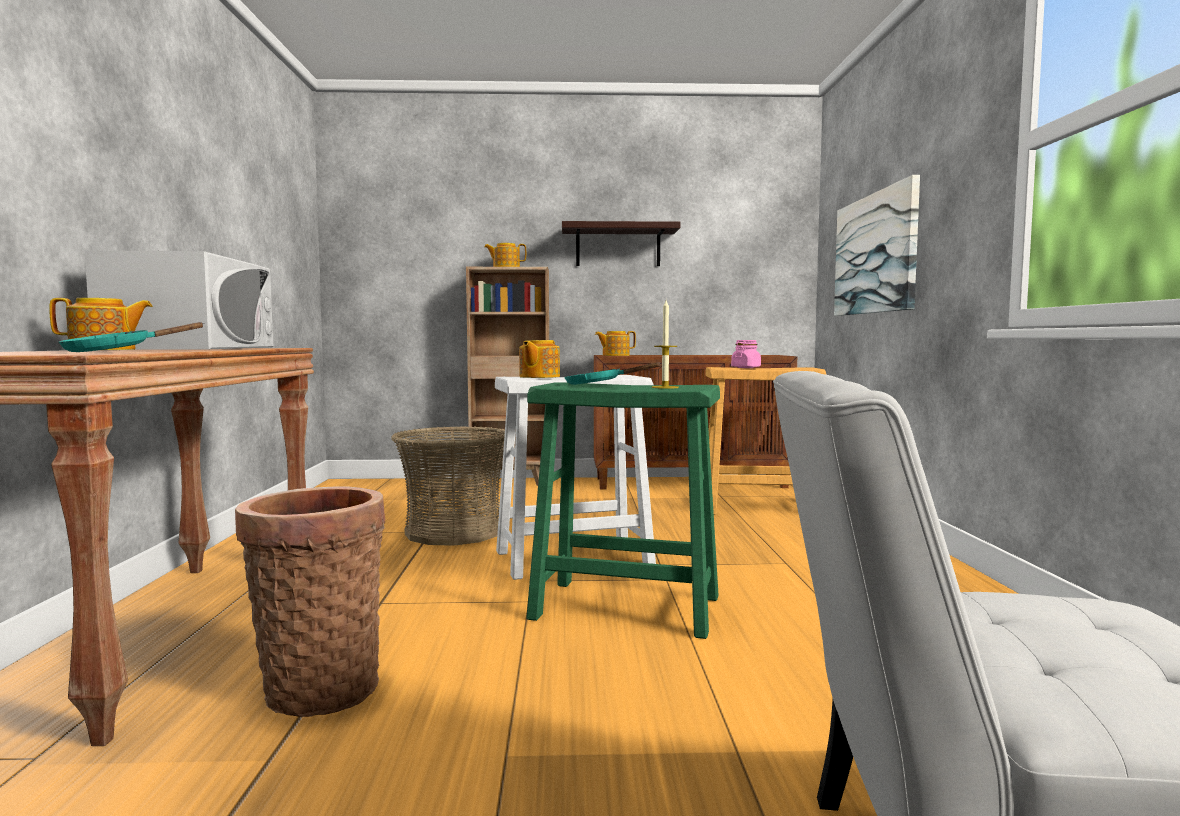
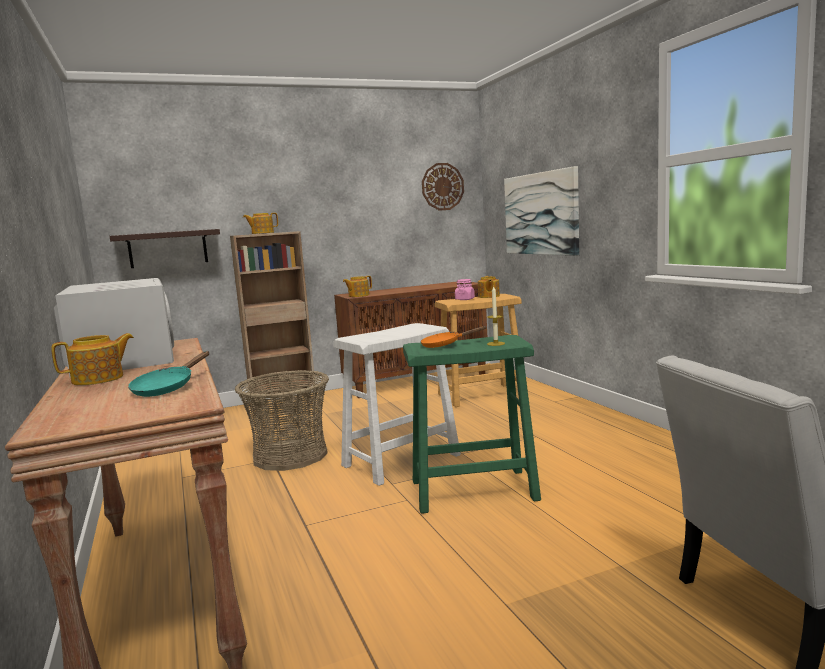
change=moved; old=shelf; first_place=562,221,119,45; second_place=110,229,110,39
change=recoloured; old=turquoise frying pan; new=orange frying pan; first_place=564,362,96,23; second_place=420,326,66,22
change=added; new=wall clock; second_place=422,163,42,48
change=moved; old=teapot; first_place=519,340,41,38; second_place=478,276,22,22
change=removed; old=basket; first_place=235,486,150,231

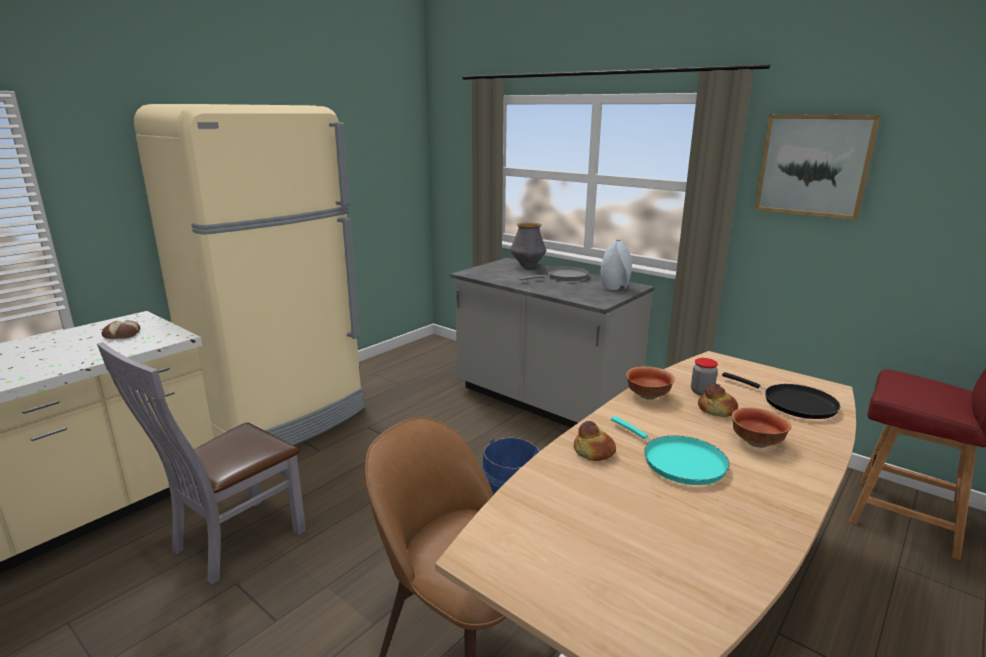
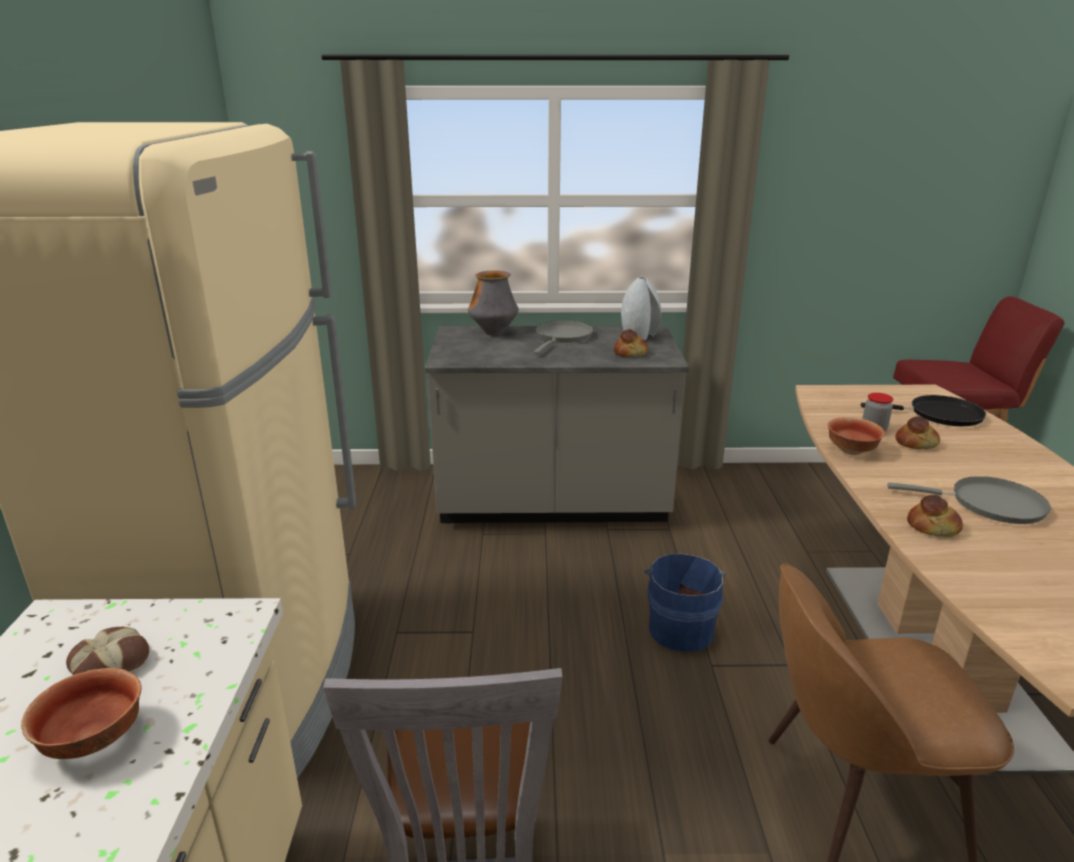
change=moved; old=bowl; first_place=732,407,59,41; second_place=21,668,121,91
change=added; new=bread; second_place=614,329,34,28
change=recoloured; old=turquoise frying pan; new=grey frying pan; first_place=611,416,118,69; second_place=887,476,164,48
change=removed; old=picture; first_place=755,114,126,106

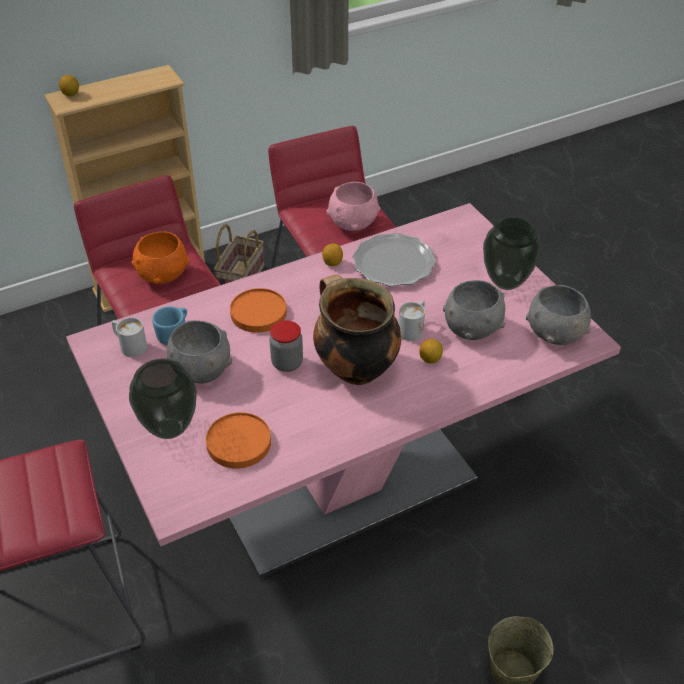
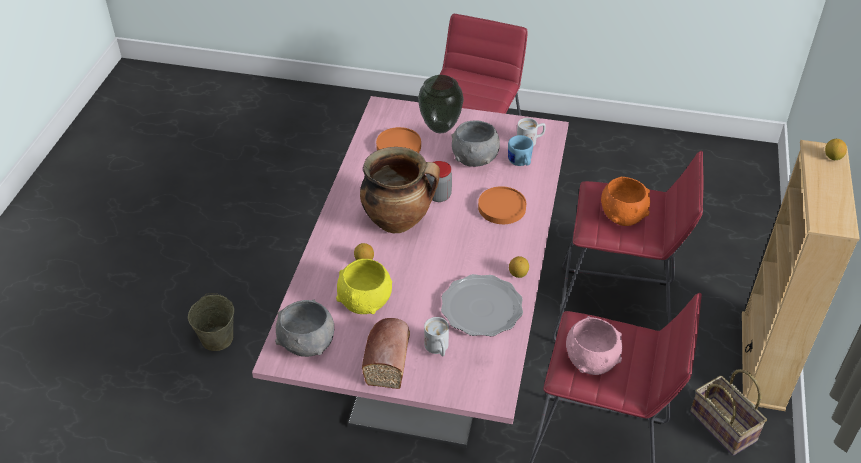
change=recoloured; old=grey bowl; new=yellow bowl; first_place=443,280,62,60; second_place=336,259,56,55
change=replaced; old=vase; new=bread; first_place=483,218,58,72; second_place=362,318,48,71
change=moved; old=white mug; first_place=398,300,27,41; second_place=424,317,25,39

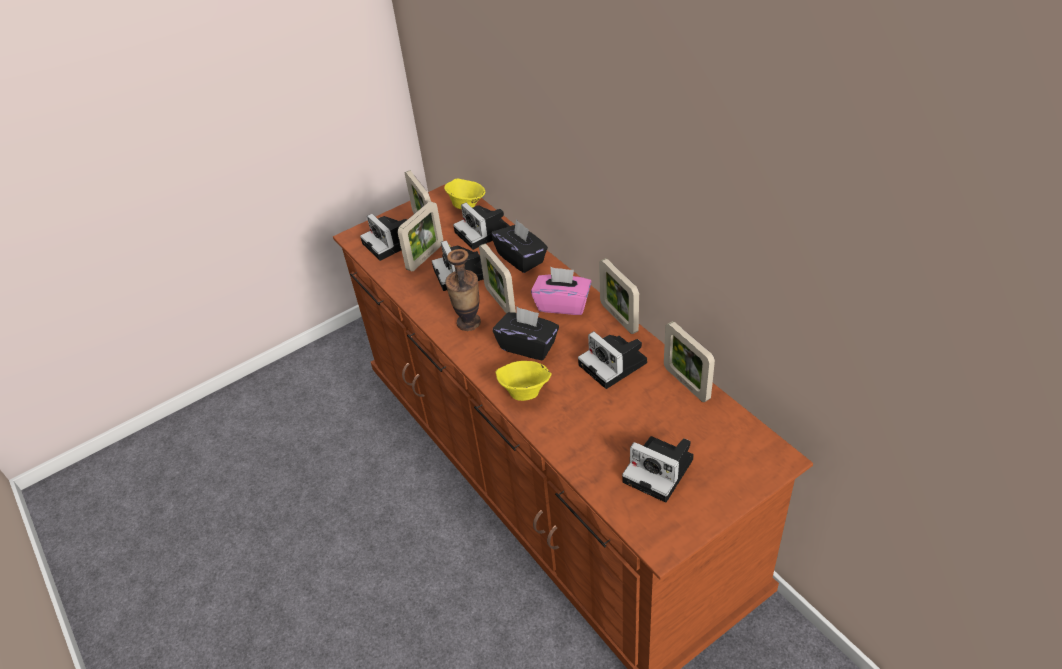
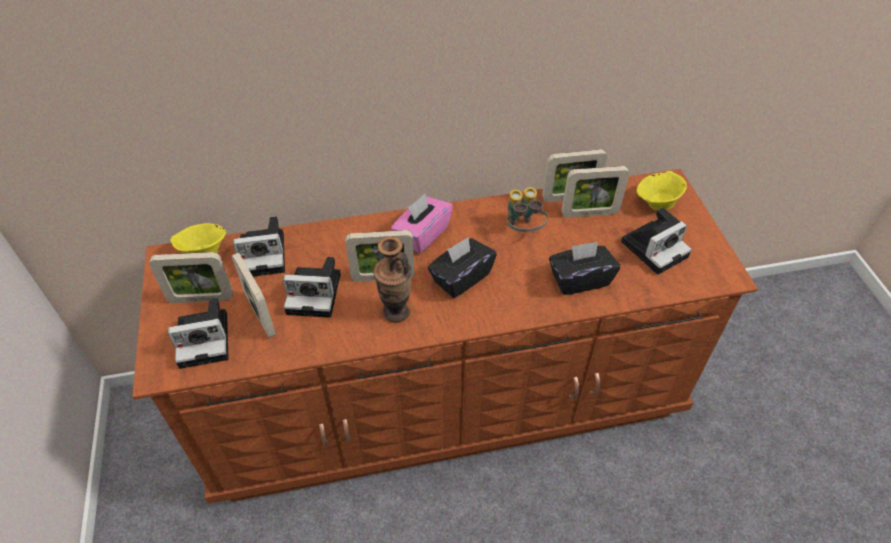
change=replaced; old=photo camera; new=binoculars; first_place=578,331,69,58; second_place=507,187,41,45
change=moved; old=black tissue box; first_place=491,219,57,54; second_place=549,242,71,53
change=moved; old=picture frame; first_place=599,258,40,76; second_place=561,166,68,52
change=moved; old=yellow bowl; first_place=496,361,56,40; second_place=637,171,50,39

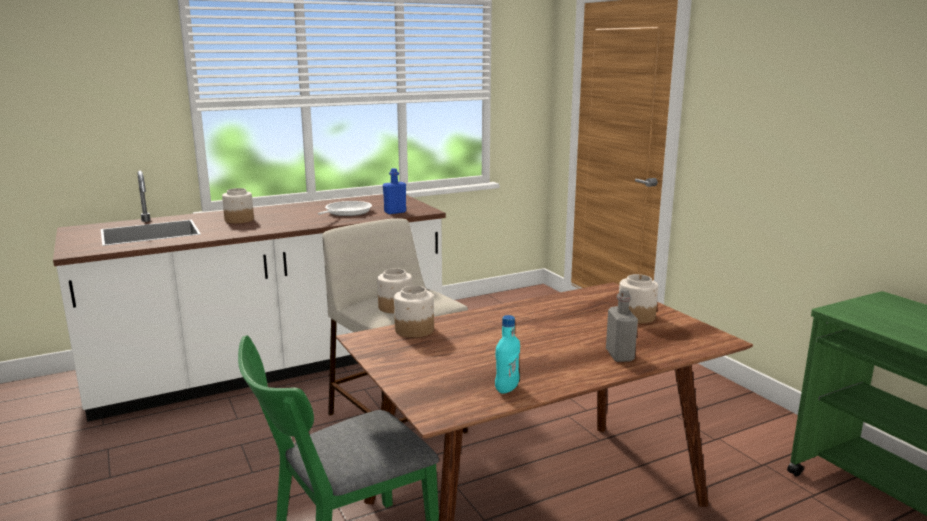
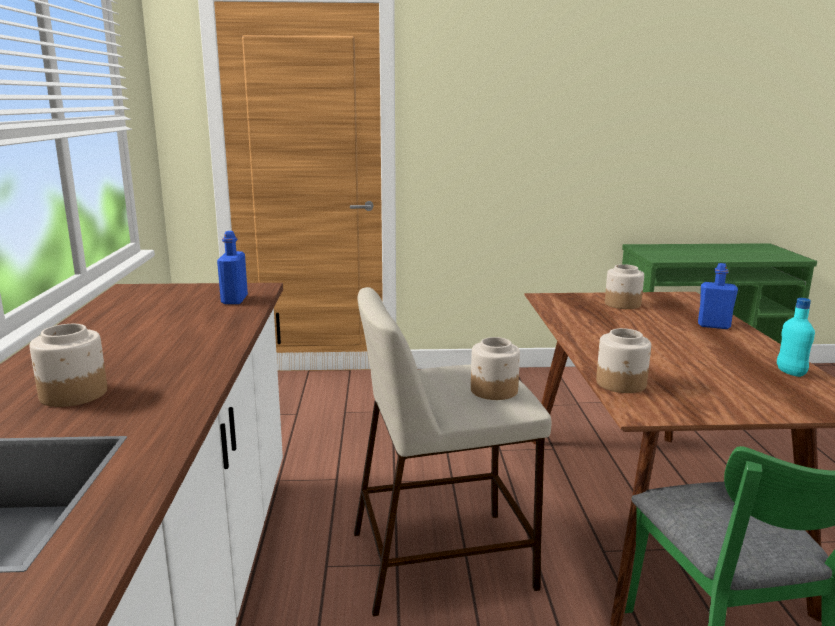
change=recoloured; old=grey bottle; new=blue bottle; first_place=606,289,32,73; second_place=698,263,40,66
change=removed; old=frying pan; first_place=318,201,54,15

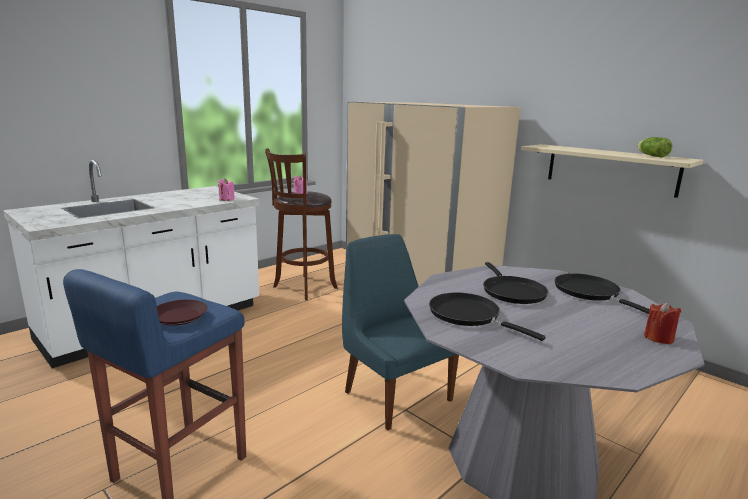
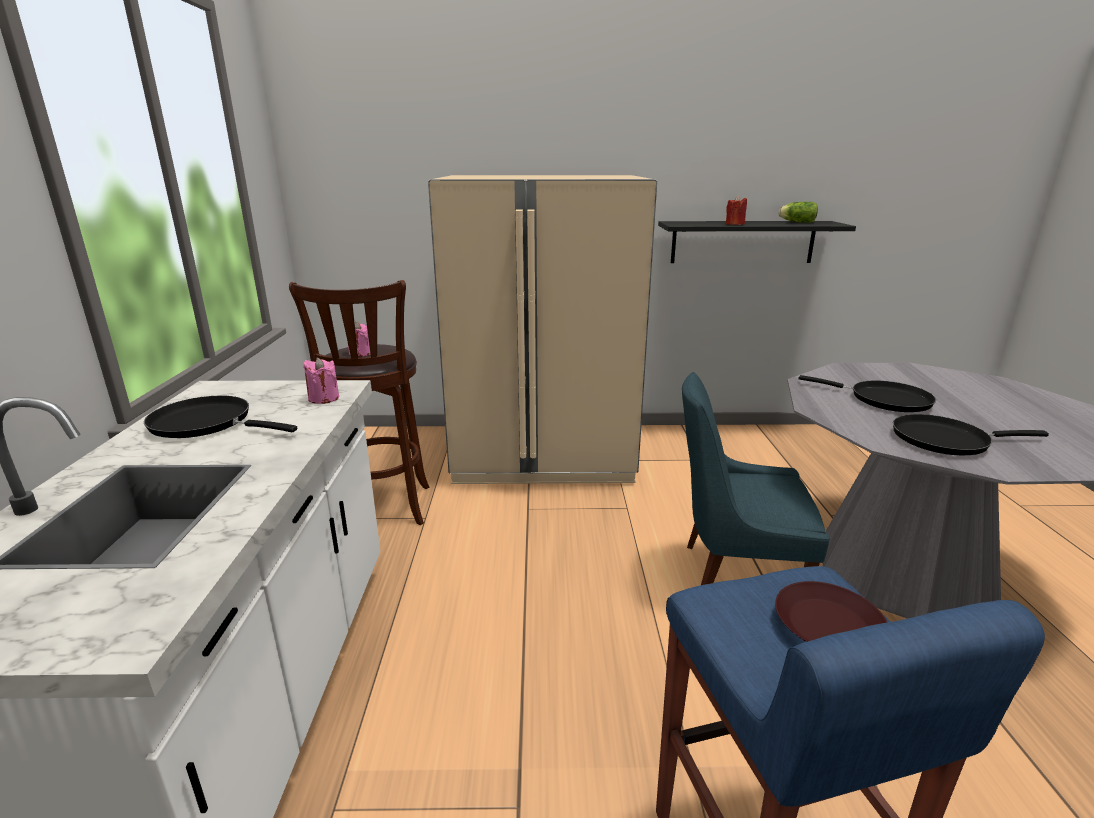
change=moved; old=black frying pan; first_place=555,273,95,41; second_place=144,396,153,42
change=recoloured; old=beige shelf; new=black shelf; first_place=521,144,183,54; second_place=658,221,198,42
change=moved; old=red candle; first_place=644,302,37,42; second_place=726,195,21,30

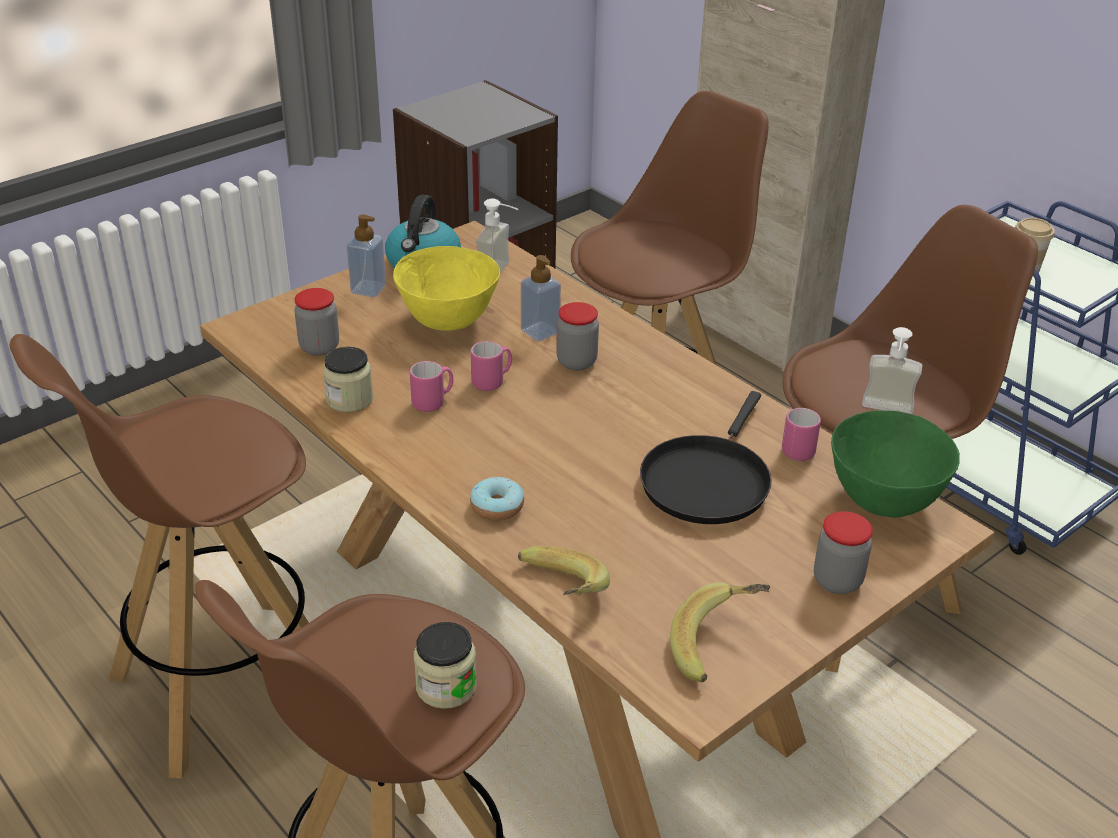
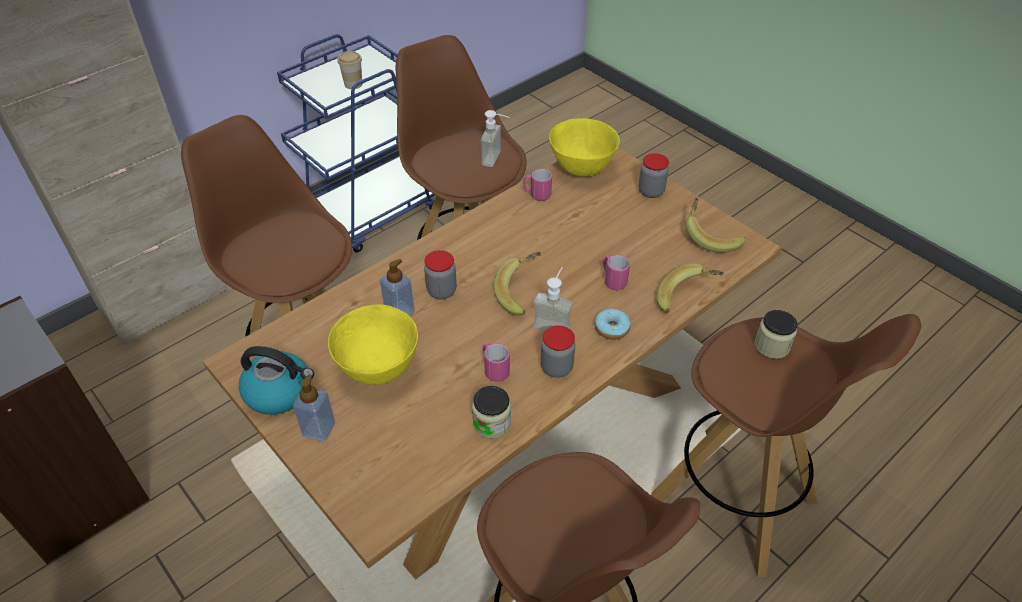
change=added; new=banana; second_place=494,252,47,63
change=moved; old=soap dispenser; first_place=476,198,42,75; second_place=533,267,40,64
change=moved; old=jar; first_place=294,288,45,68; second_place=541,325,34,53
change=recoloured; old=green bowl; new=yellow bowl; first_place=831,410,129,107; second_place=549,118,71,59
change=moved; old=pink mug; first_place=470,341,42,50; second_place=603,255,27,35
change=removed; old=black frying pan; first_place=640,391,132,133

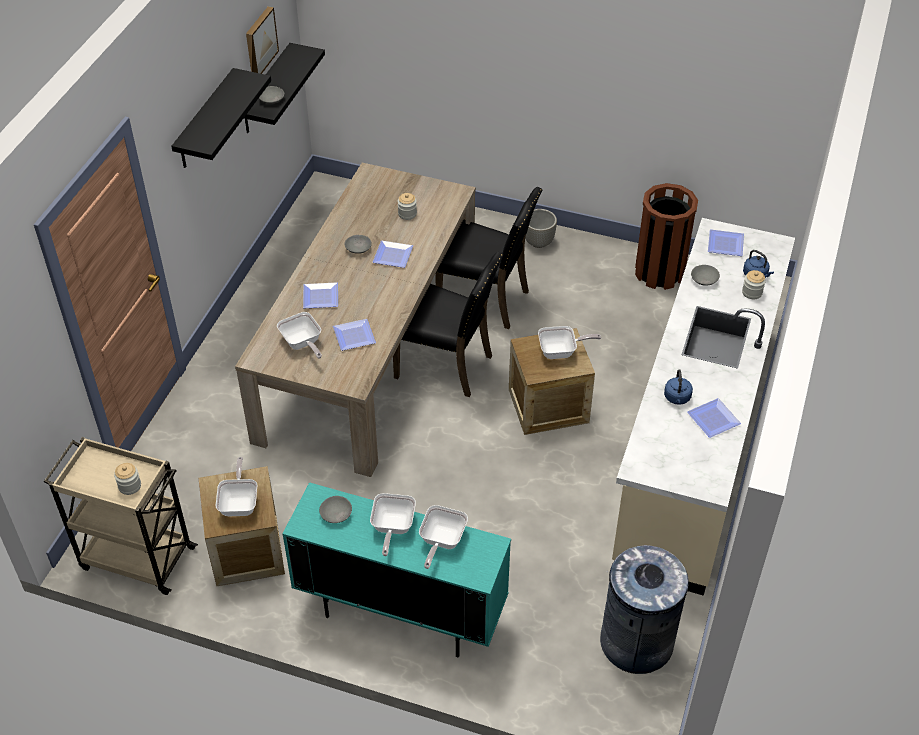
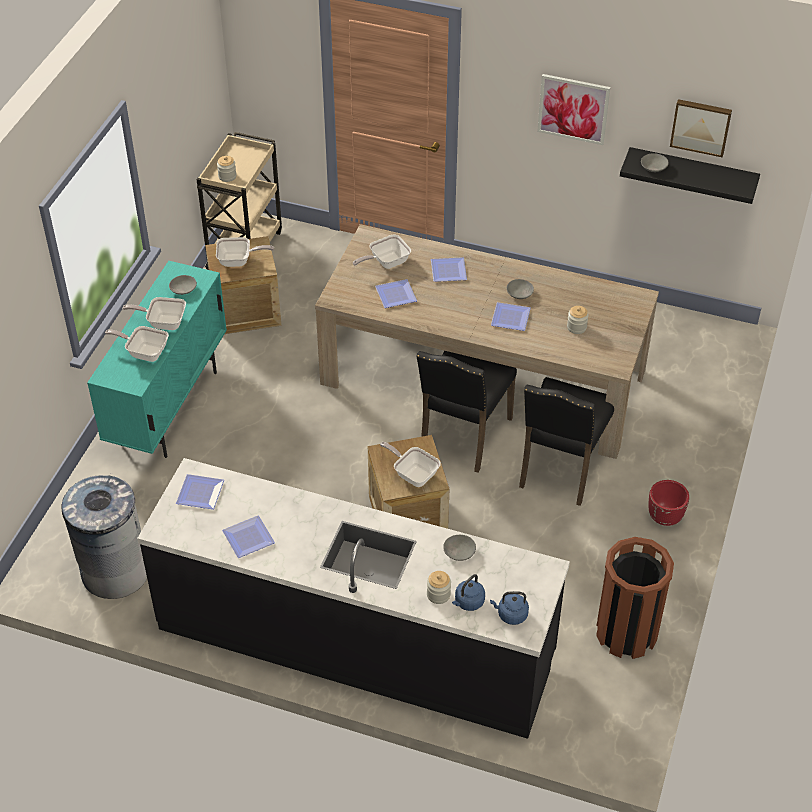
change=recoloured; old=beige counter; new=black counter; first_place=612,218,183,378; second_place=137,458,433,281
change=moved; old=plate; first_place=708,229,36,27; second_place=176,474,48,36
change=turned; old=frying pan; first_place=538,326,63,33; second_place=380,442,61,45; degrees=135
change=moved; old=blue kettle; first_place=664,369,29,36; second_place=490,591,39,34
change=replaced; old=black shelf; new=picture; first_place=171,68,100,100; second_place=537,74,73,71
change=recoloured; old=grey planter; new=red planter; first_place=525,209,32,39; second_place=649,480,40,46

